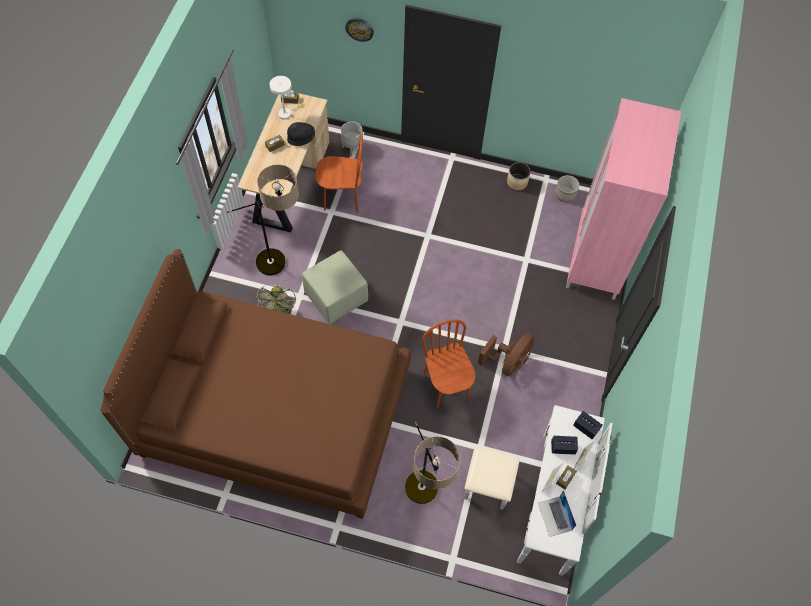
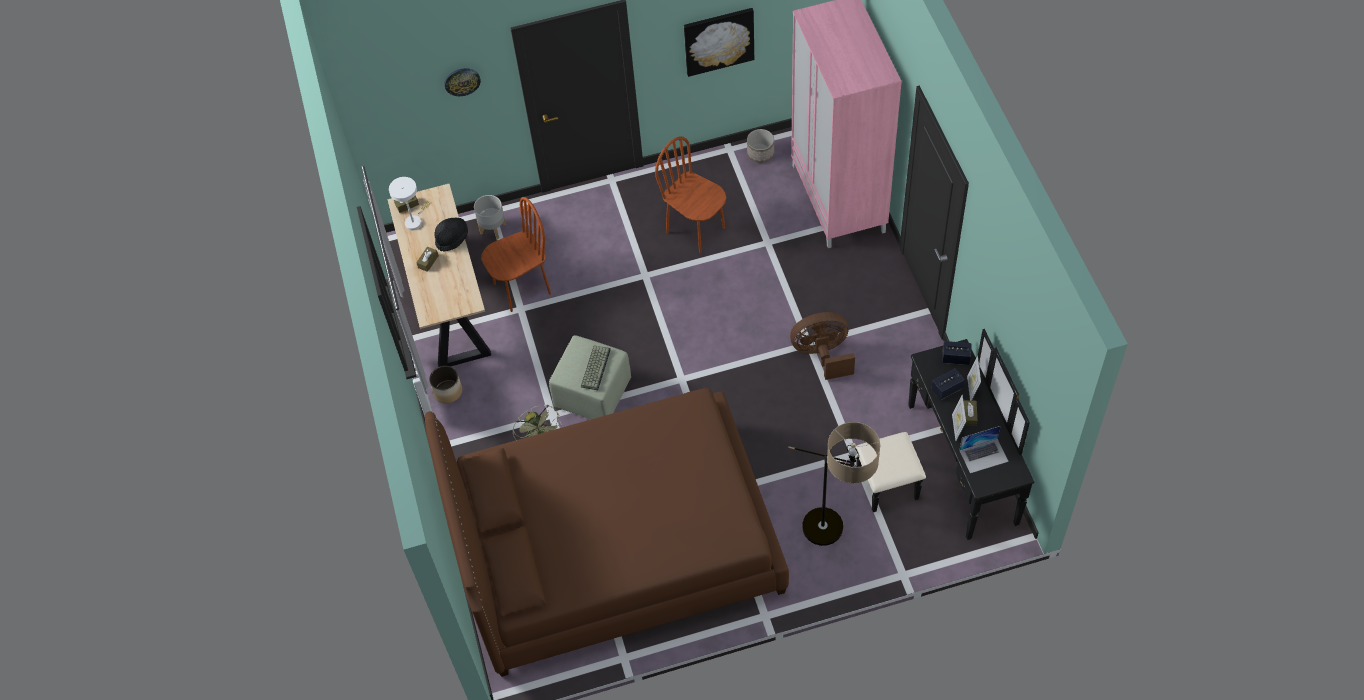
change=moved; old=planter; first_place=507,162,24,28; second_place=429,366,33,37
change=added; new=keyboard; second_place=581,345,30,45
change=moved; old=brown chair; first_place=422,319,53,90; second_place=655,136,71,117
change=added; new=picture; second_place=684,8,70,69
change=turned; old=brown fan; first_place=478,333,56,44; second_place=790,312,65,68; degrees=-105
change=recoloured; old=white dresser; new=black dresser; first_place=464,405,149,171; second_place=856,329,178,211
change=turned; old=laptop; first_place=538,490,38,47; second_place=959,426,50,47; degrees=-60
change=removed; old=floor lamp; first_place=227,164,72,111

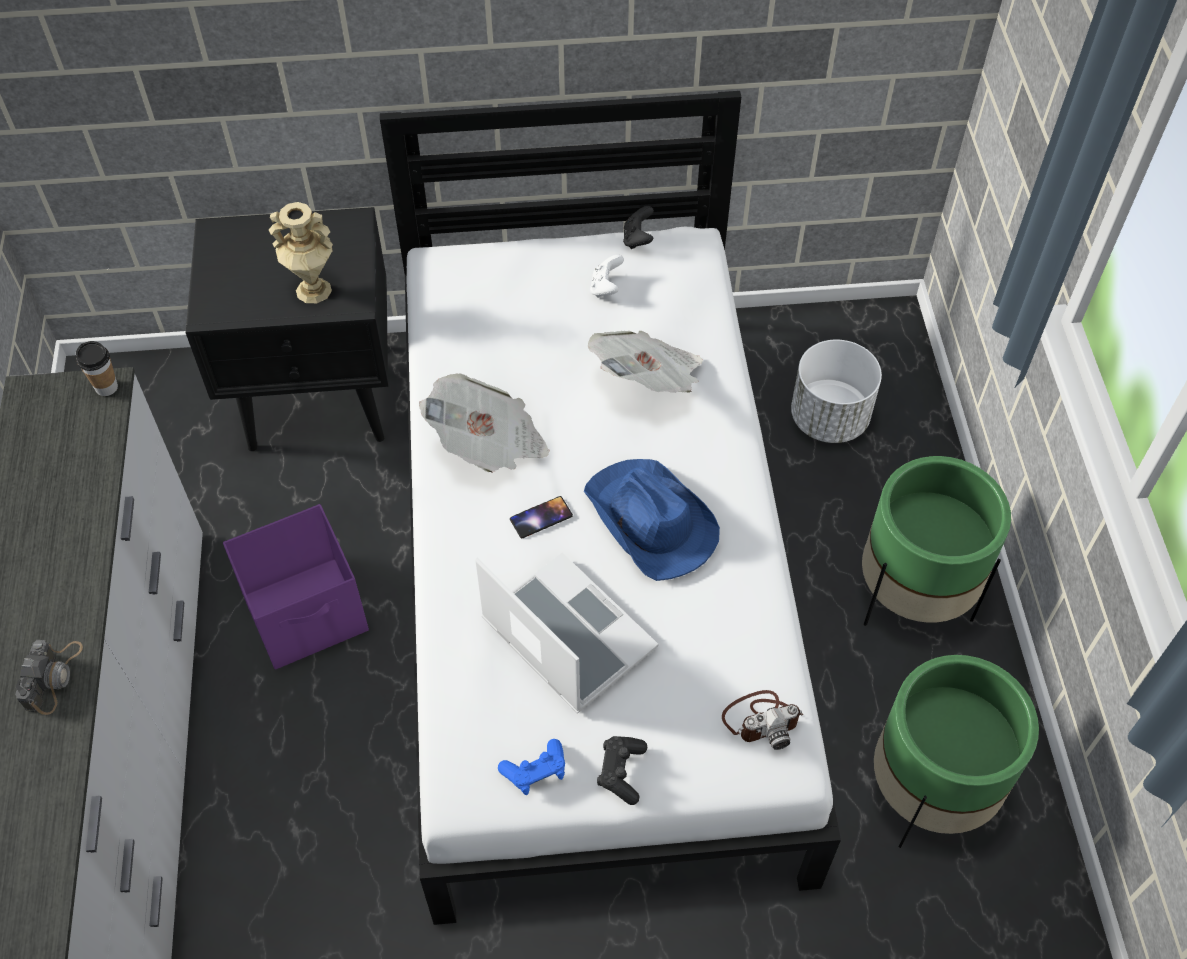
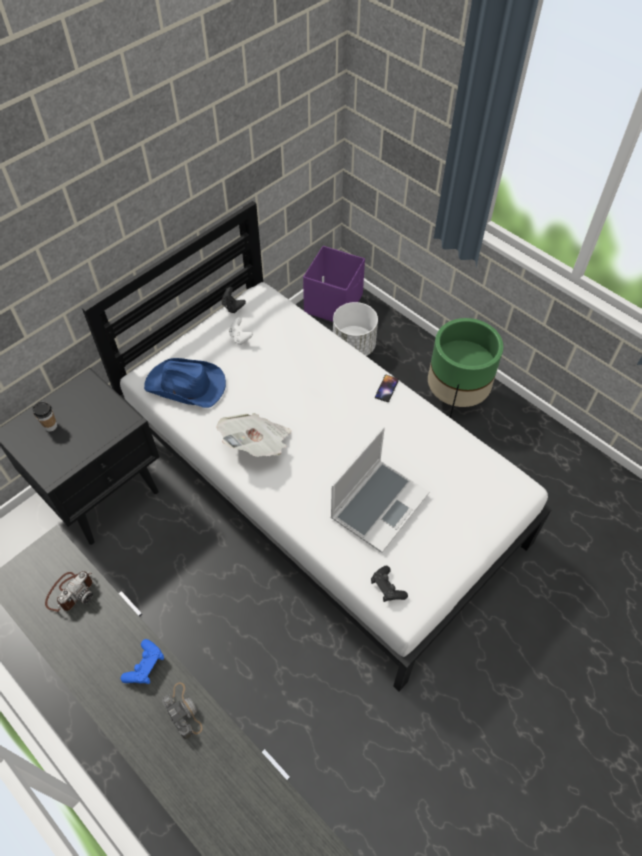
change=moved; old=cup; first_place=76,341,42,55; second_place=33,402,24,29
change=moved; old=photo camera; first_place=722,690,81,60; second_place=45,571,48,41
change=moved; old=blue game controller; first_place=498,739,67,56; second_place=121,639,43,45
change=moved; old=blue hat; first_place=584,459,136,122; second_place=144,358,82,50
change=moved; old=purple storage box; first_place=223,504,146,165; second_place=303,246,62,76
change=turned; old=laptop; first_place=475,553,183,161; second_place=330,427,99,126; degrees=120
change=moved; old=black game controller; first_place=597,736,50,69; second_place=371,565,37,37
change=moved; old=phone; first_place=510,496,63,42; second_place=375,375,24,27
change=removed; old=beige vase; first_place=269,202,64,101
change=removed; old=newspaper; first_place=588,331,115,62
change=removed; old=green planter; first_place=874,655,165,193

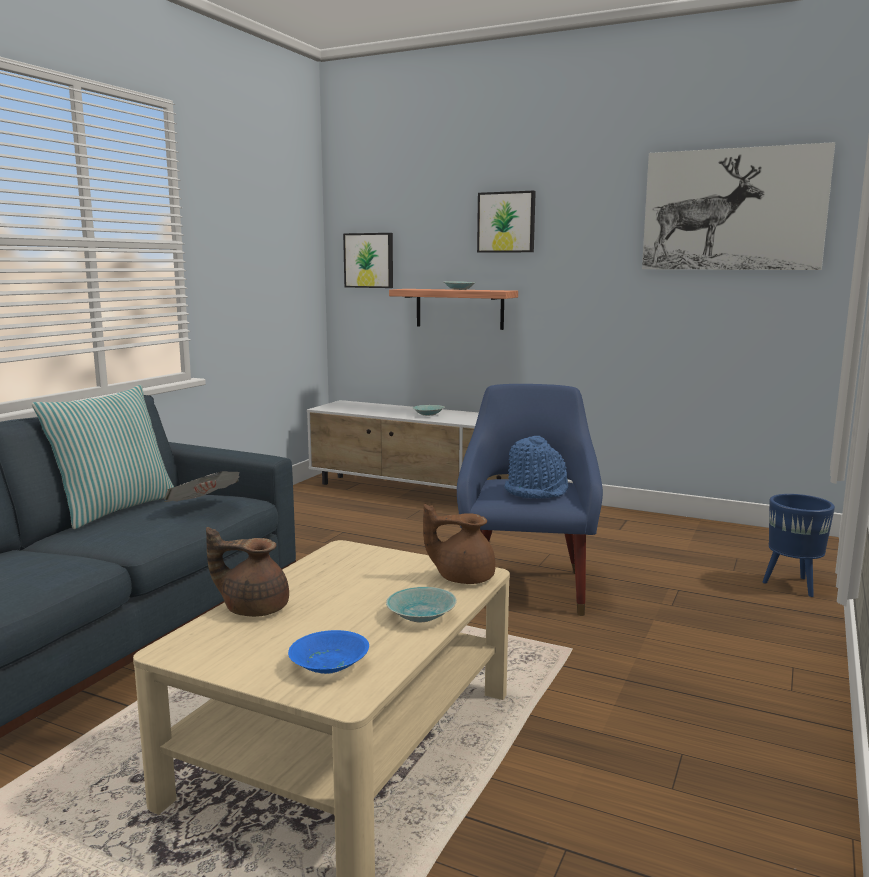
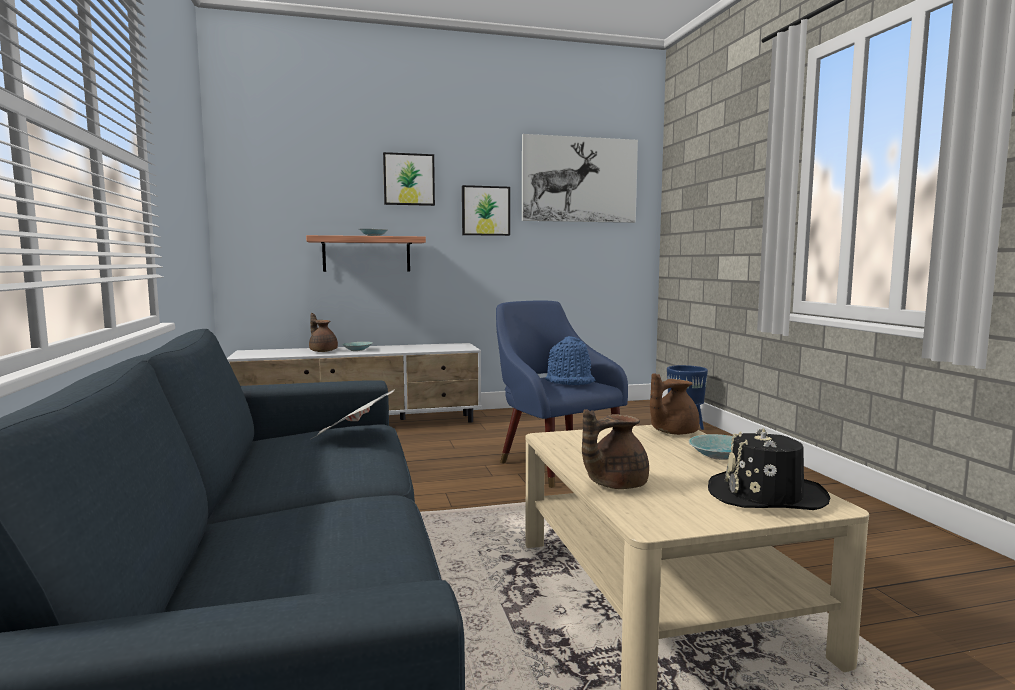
change=added; new=brown teapot; second_place=309,313,29,39
change=moved; old=picture; first_place=343,233,50,55; second_place=462,185,48,51
change=replaced; old=blue bowl; new=black hat; first_place=288,630,81,44; second_place=708,428,123,82
change=removed; old=pillow; first_place=32,385,142,144

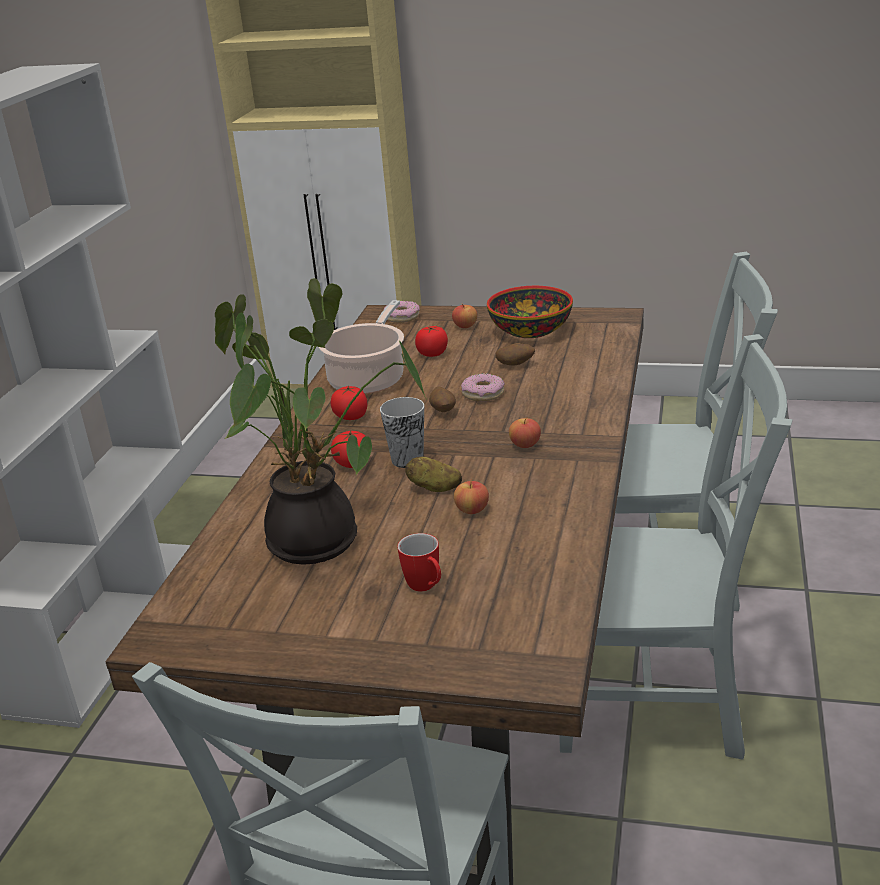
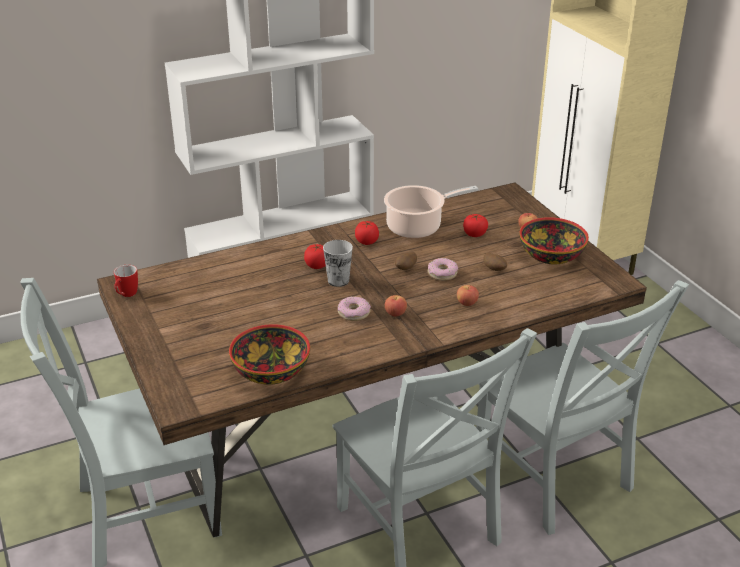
change=moved; old=mug; first_place=397,533,44,59; second_place=114,265,24,32
change=added; new=bowl; second_place=229,324,81,61
change=moved; old=donut; first_place=384,301,36,22; second_place=338,297,33,24
change=moved; old=apple; first_place=454,479,35,35; second_place=457,285,22,21
change=removed; old=potted plant; first_place=215,278,211,287
change=removed; old=potato; first_place=405,457,57,35

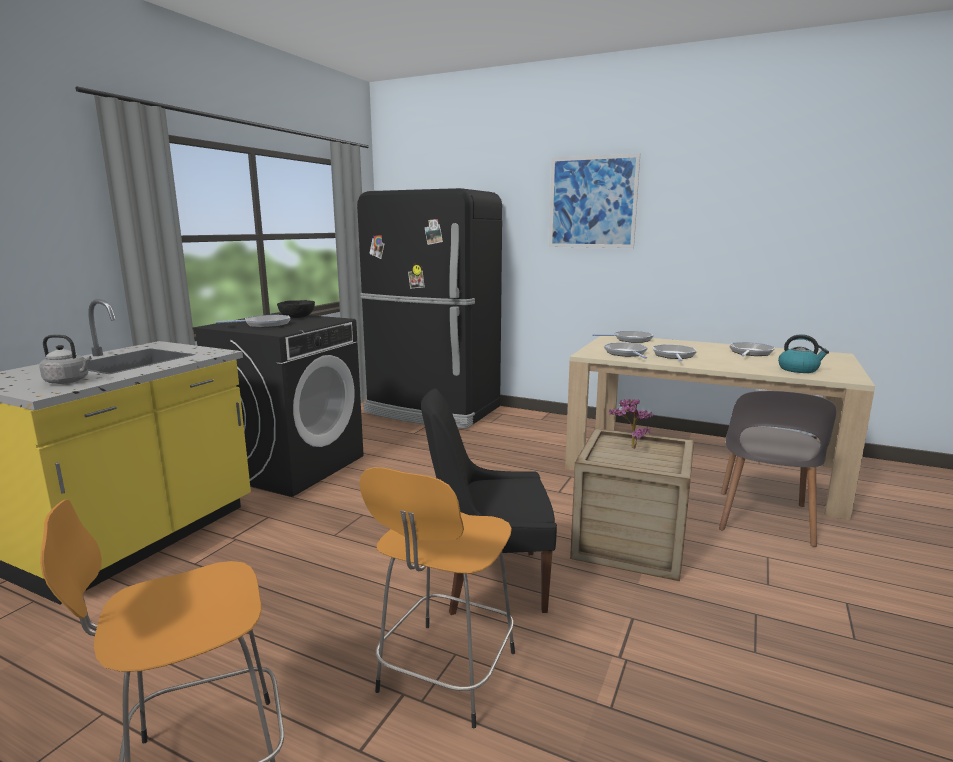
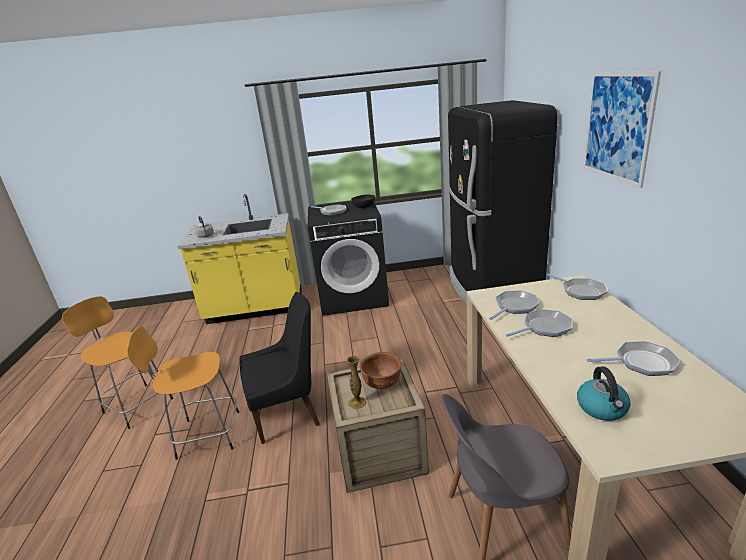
change=turned; old=black chair; first_place=421,388,136,227; second_place=239,292,81,152; degrees=105
change=added; new=vase; second_place=347,356,19,53
change=replaced; old=potted plant; new=brown bowl; first_place=609,399,44,50; second_place=360,352,42,37

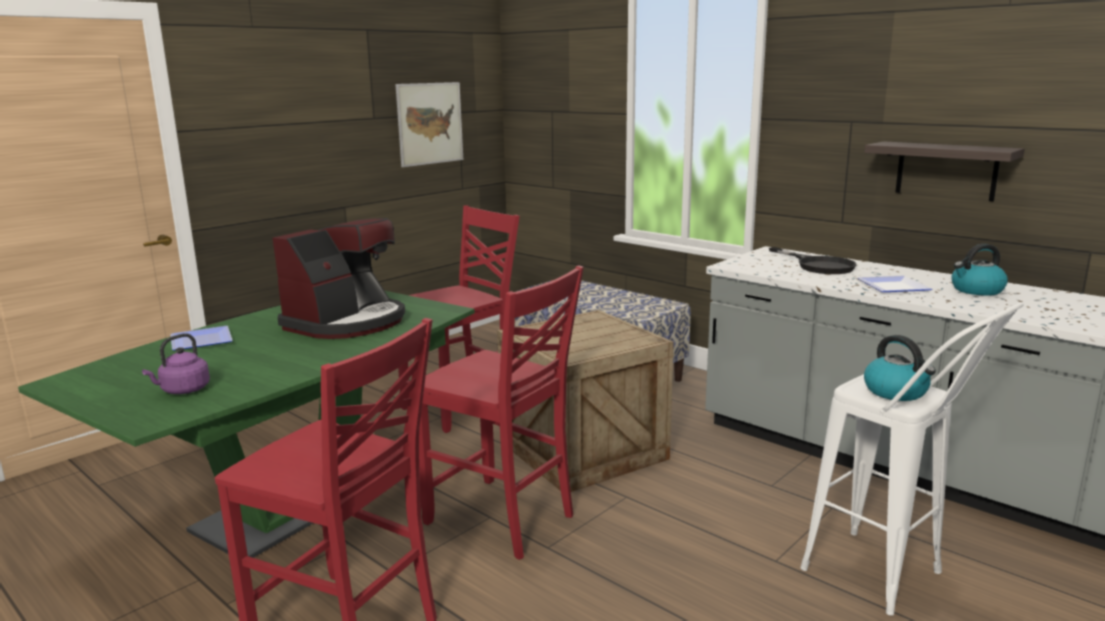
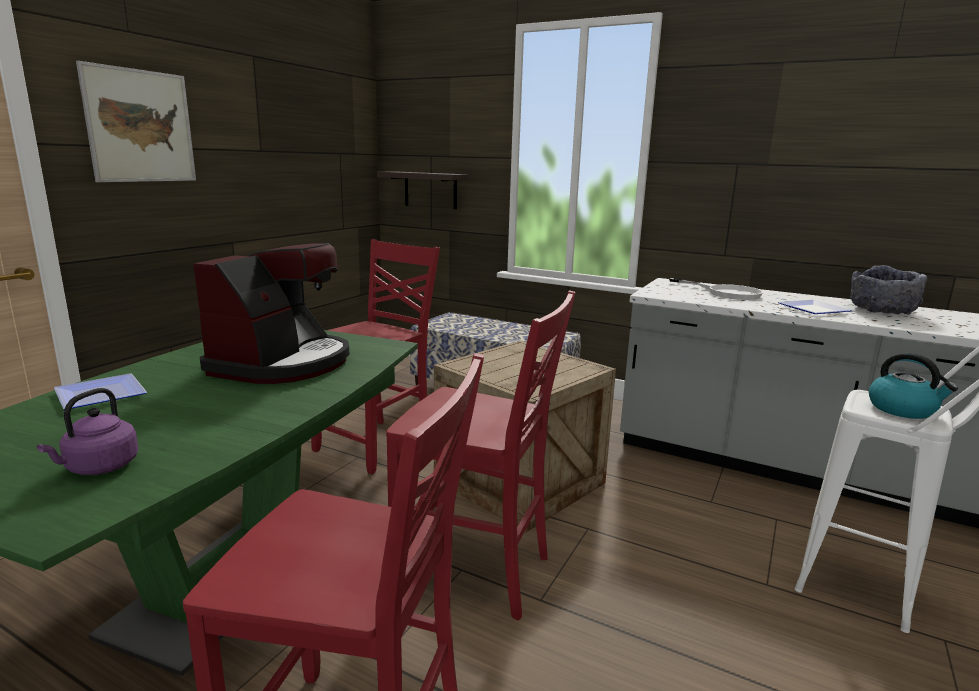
change=moved; old=picture; first_place=395,82,68,85; second_place=76,61,120,121
change=moved; old=shelf; first_place=864,141,161,60; second_place=377,171,91,38
change=recoloured; old=black frying pan; new=white frying pan; first_place=769,247,87,27; second_place=669,278,94,22
change=replaced; old=kettle; new=grey bowl; first_place=951,244,57,52; second_place=850,265,77,50

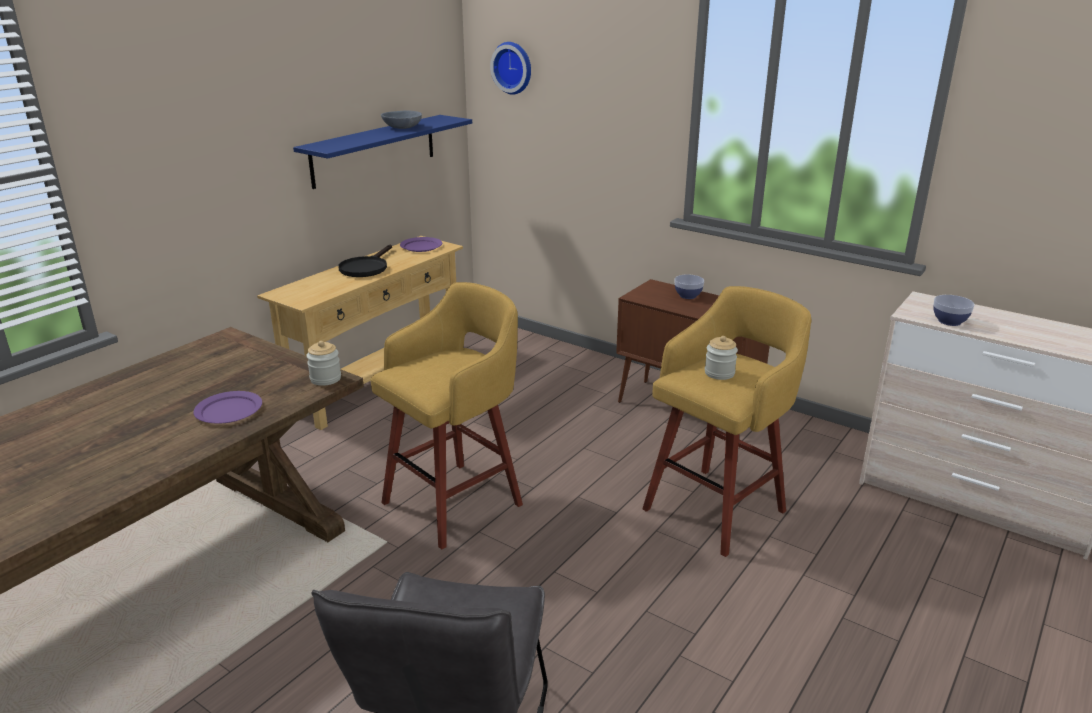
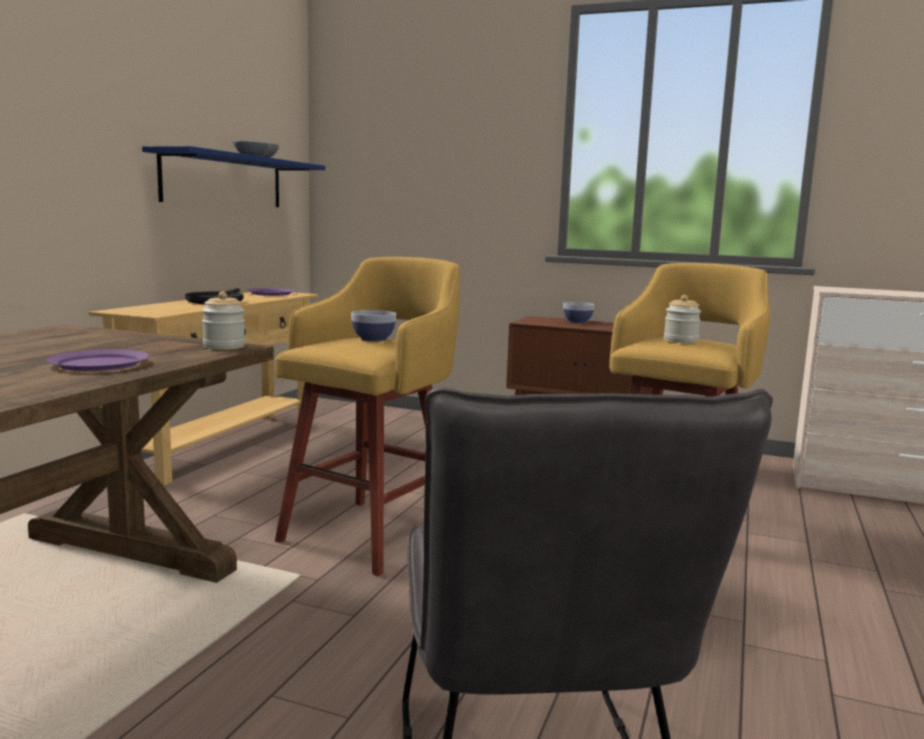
change=moved; old=bowl; first_place=934,295,40,31; second_place=351,310,45,32
change=removed; old=wall clock; first_place=490,42,41,53

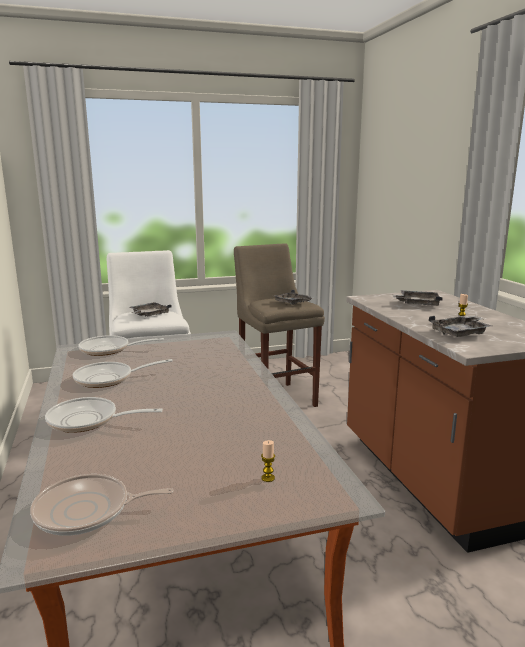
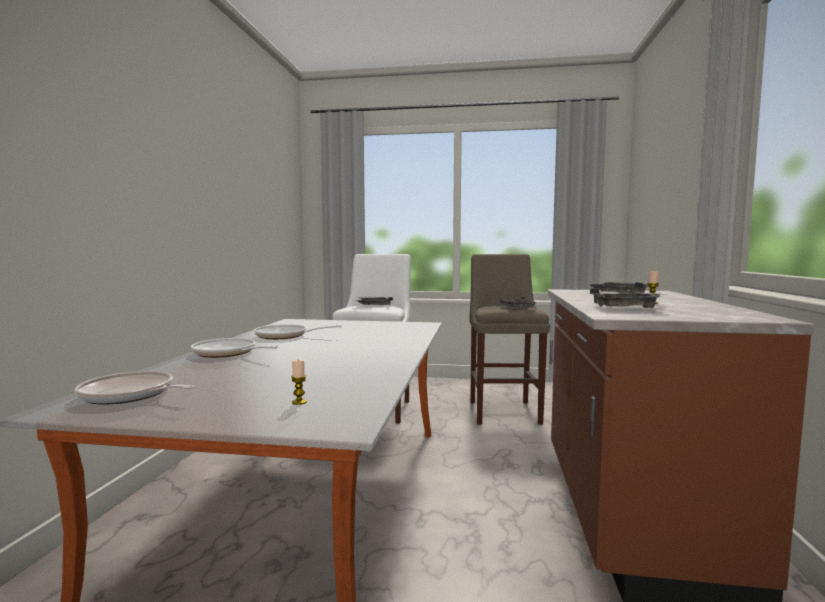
change=removed; old=frying pan; first_place=78,335,86,21

